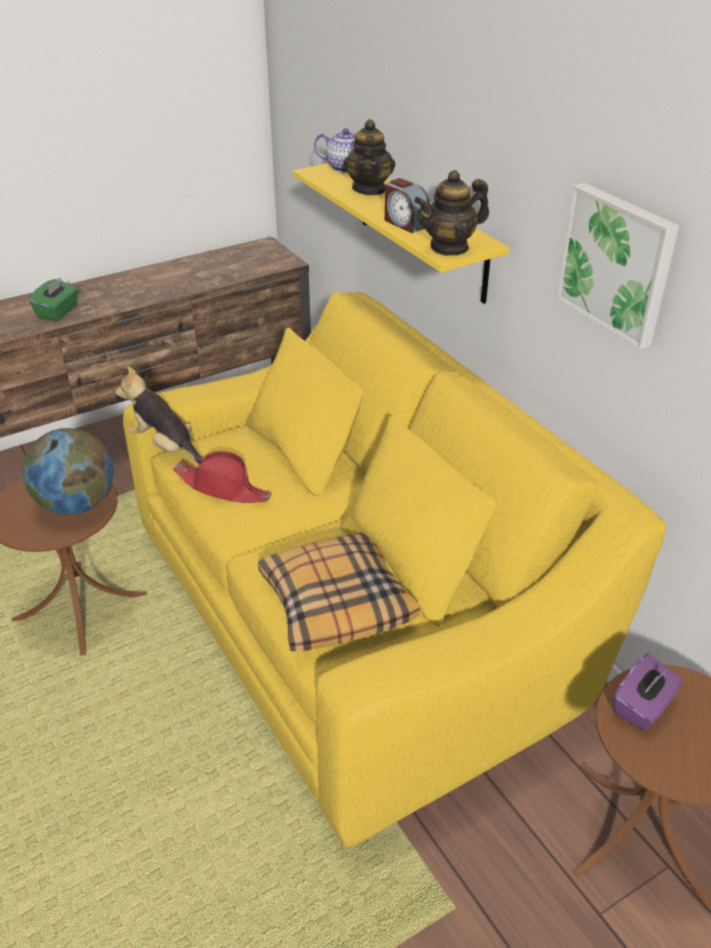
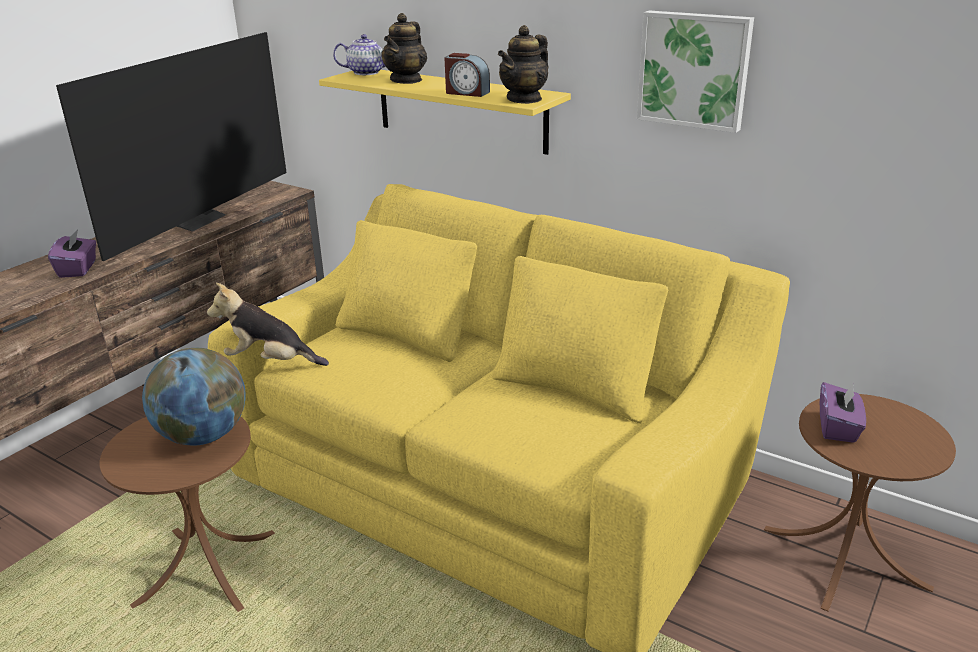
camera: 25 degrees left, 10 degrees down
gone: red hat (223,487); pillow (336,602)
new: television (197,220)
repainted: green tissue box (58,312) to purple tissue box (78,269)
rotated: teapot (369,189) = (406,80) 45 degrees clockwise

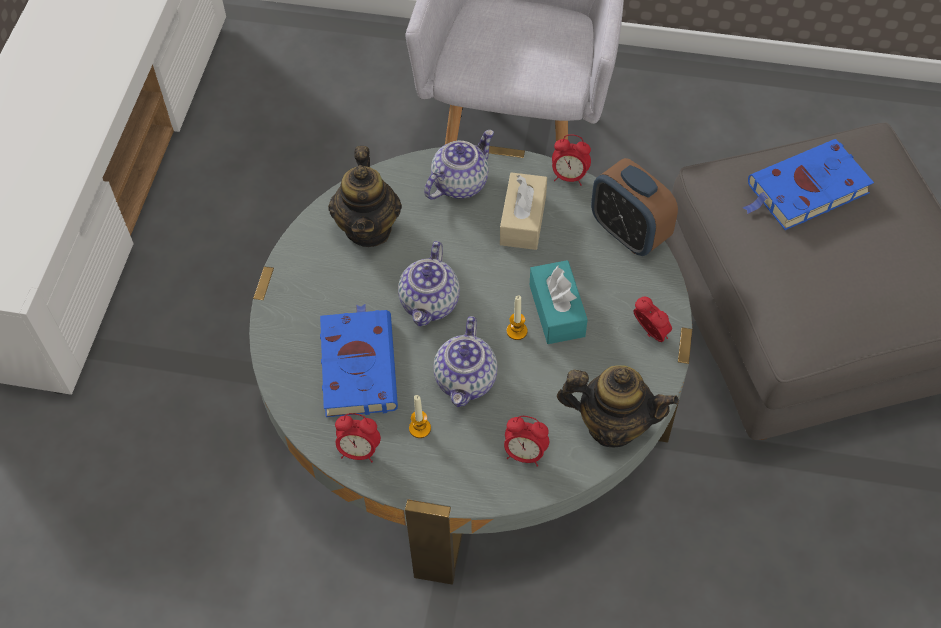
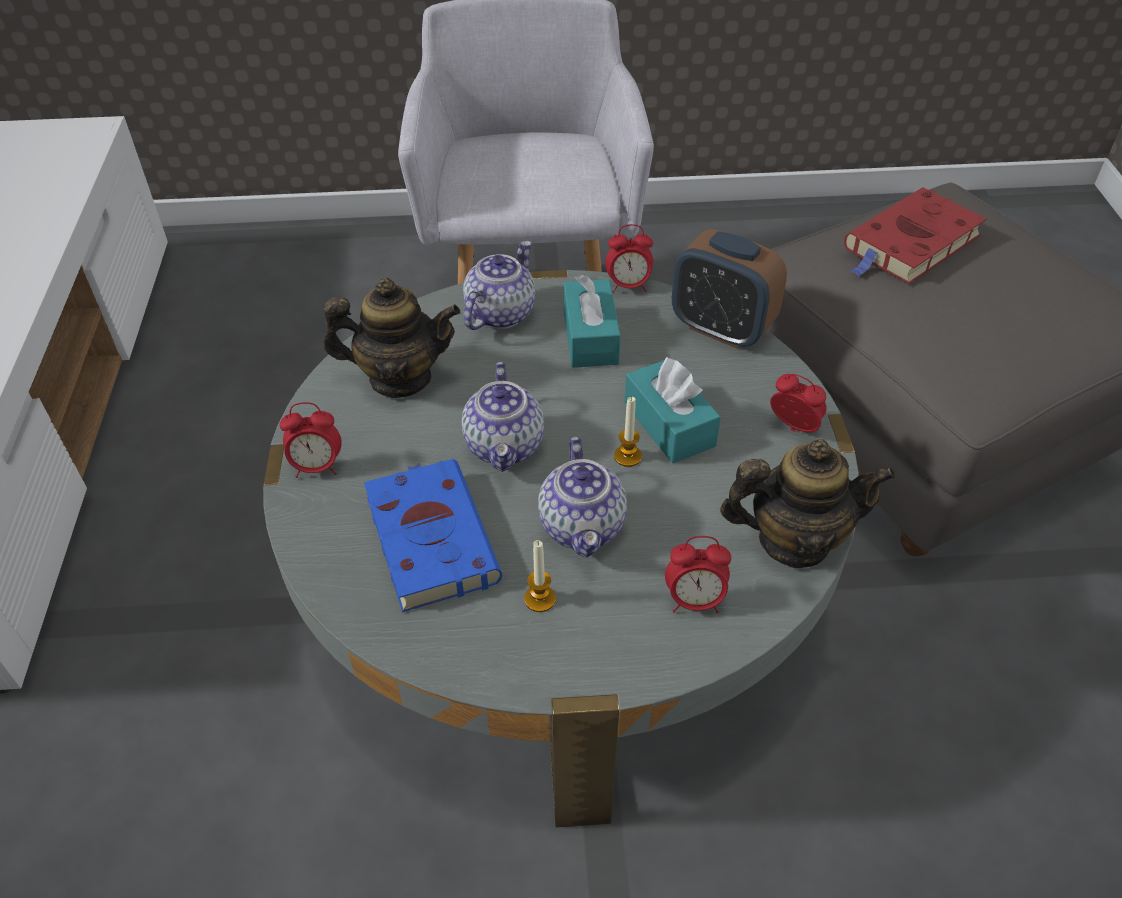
camera: 15 degrees left, 10 degrees down
shifted: alarm clock (359,451) to (317,467)
repainted: blue book (805,190) to red book (910,244); beige tissue box (523,220) to turquoise tissue box (590,337)
rotated: teapot (368,228) = (400,378) 75 degrees counterclockwise

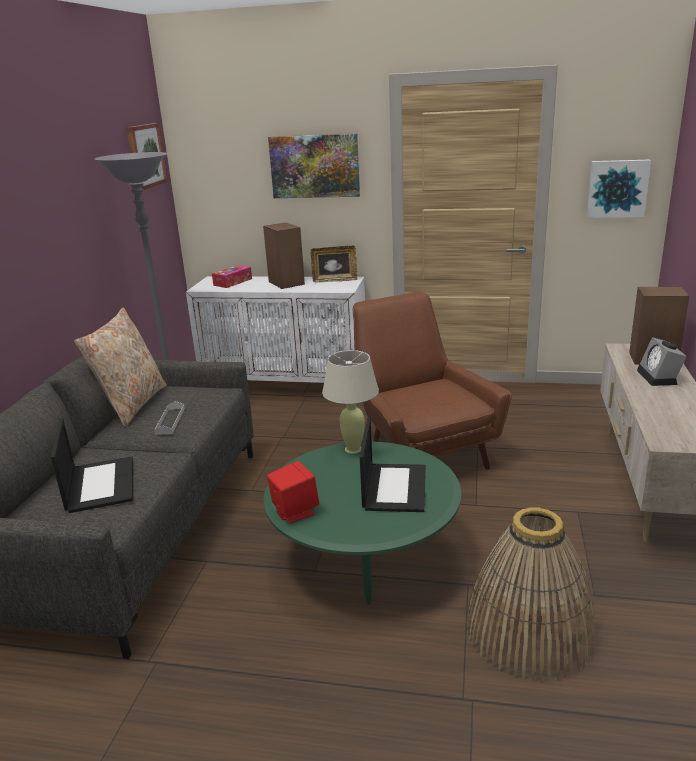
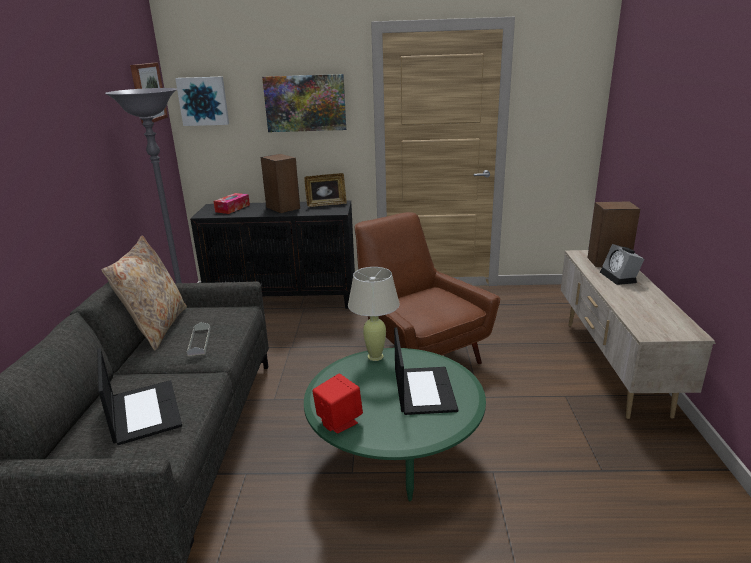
camera: 10 degrees left, 0 degrees up
gone: basket (529,631)
shifted: picture (617,188) to (203,101)
repainted: white cabinet (287,386) to black cabinet (284,300)

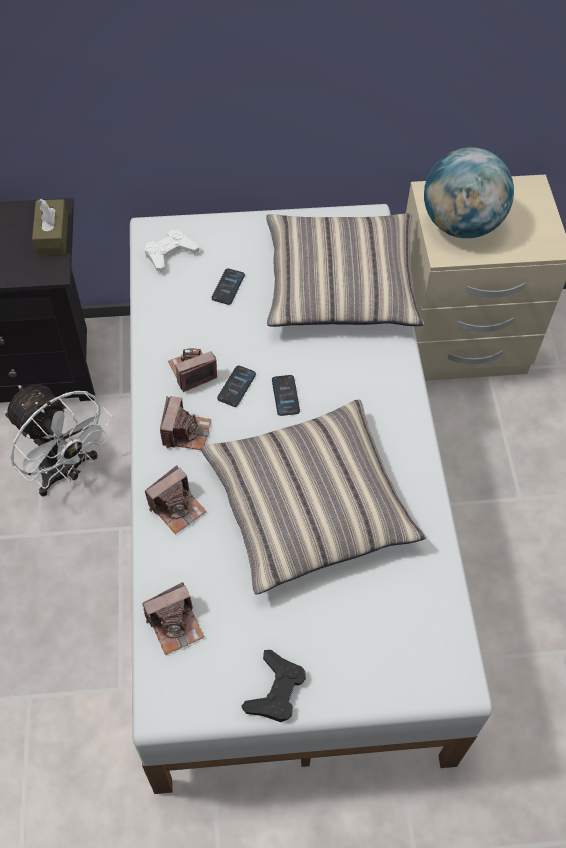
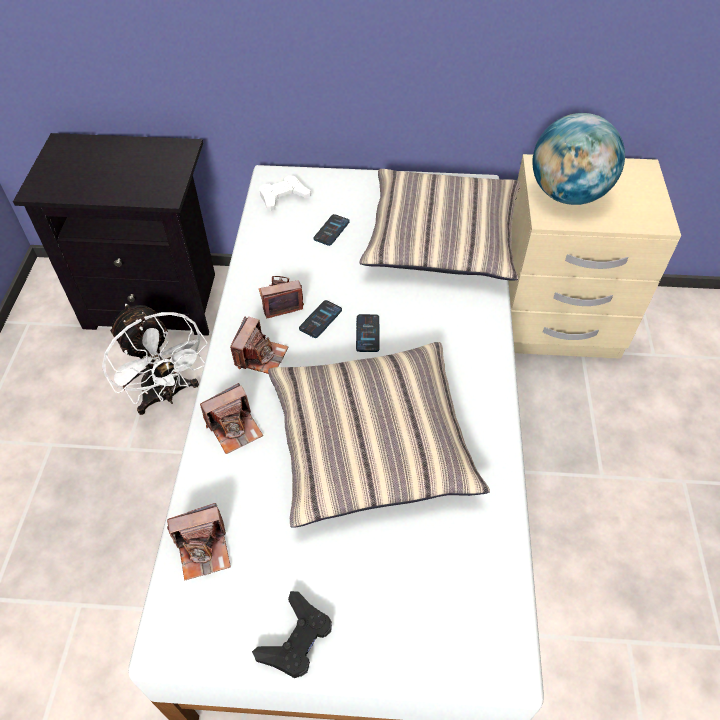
camera: 10 degrees right, 5 degrees down
gone: brown tissue box (52,235)

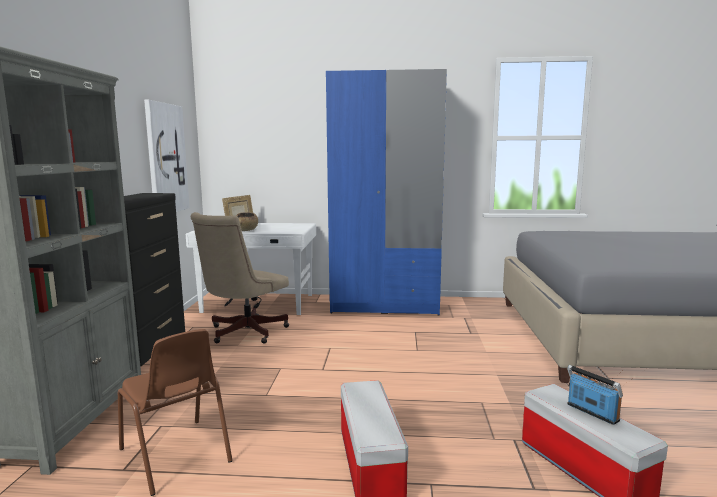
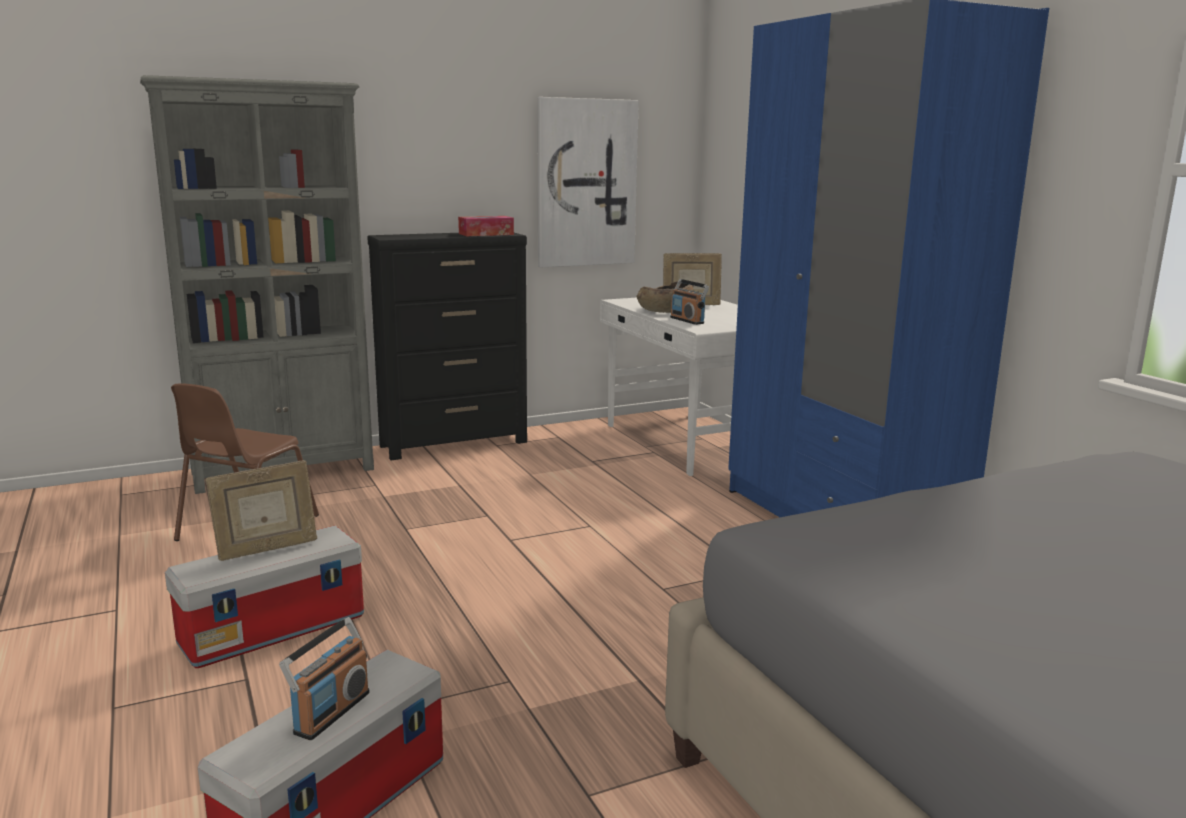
camera: 60 degrees right, 5 degrees up
gone: beige office chair (243,333)
new: tissue box (486,234); radio (687,320); picture frame (266,549)

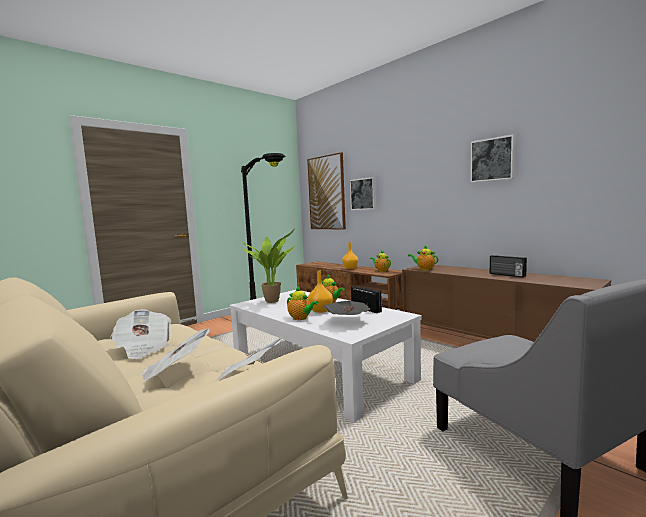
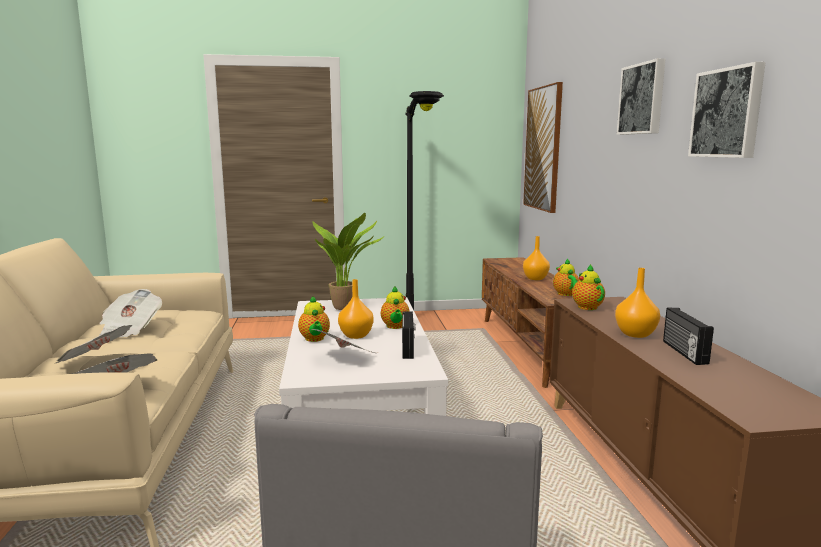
camera: 35 degrees right, 5 degrees up
new: orange vase (635,334)
shifted: picture (363,194) to (643,99)

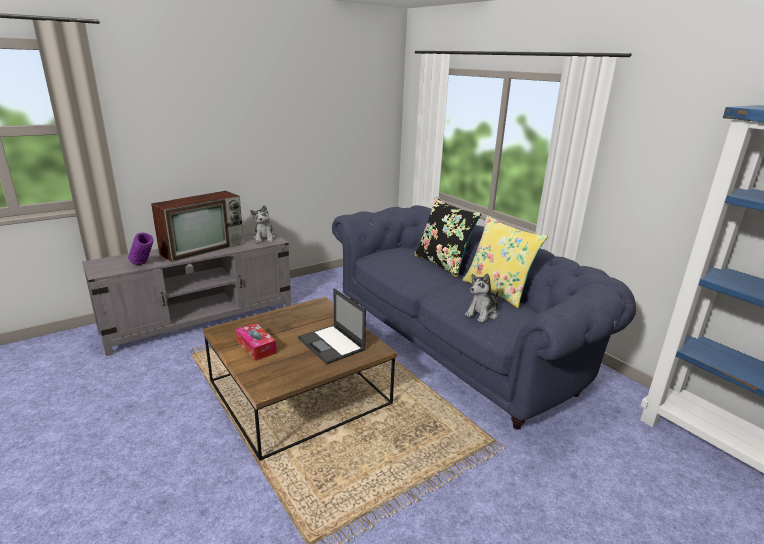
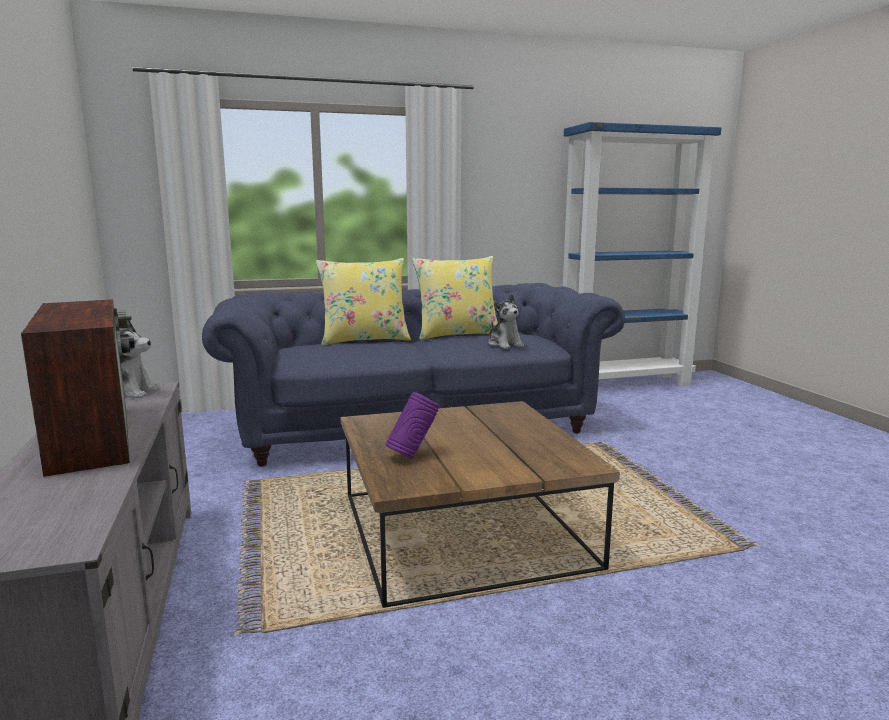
camera: 70 degrees left, 10 degrees down
gone: laptop (332,344); tissue box (256,347)
shifted: purple vase (143,265) to (412,456)
repainted: black pillow (443,264) to yellow pillow (364,340)

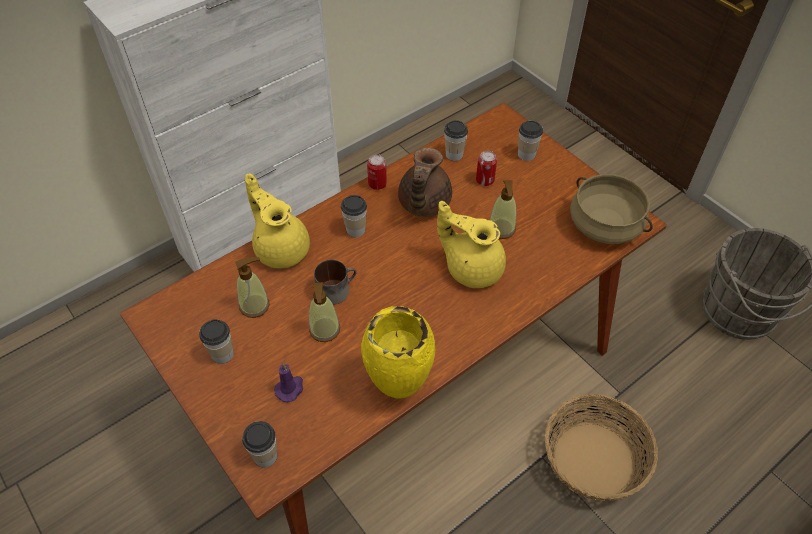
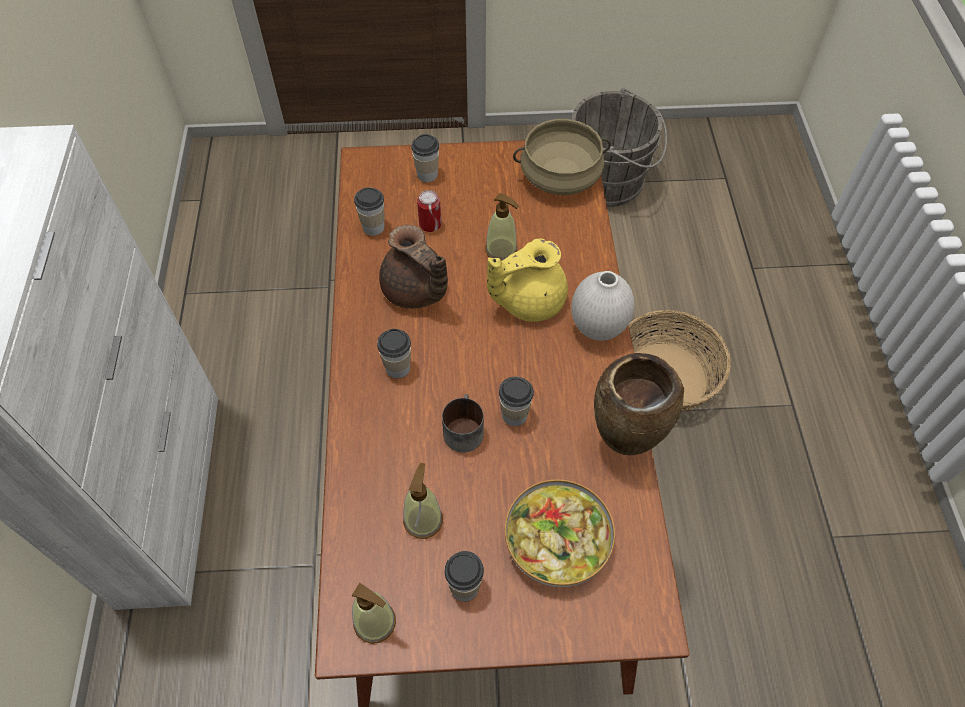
camera: 55 degrees left, 5 degrees up
gone: can (377,184); yellow teapot (281,248)
new: white vase (598,329)
shifted: soap dispenser (324,330) to (375,622); cup (265,456) to (514,415)
swapped: purple candle (290,388) to bowl (557,541)
repainted: yellow vase (397,389) to brown vase (623,445)

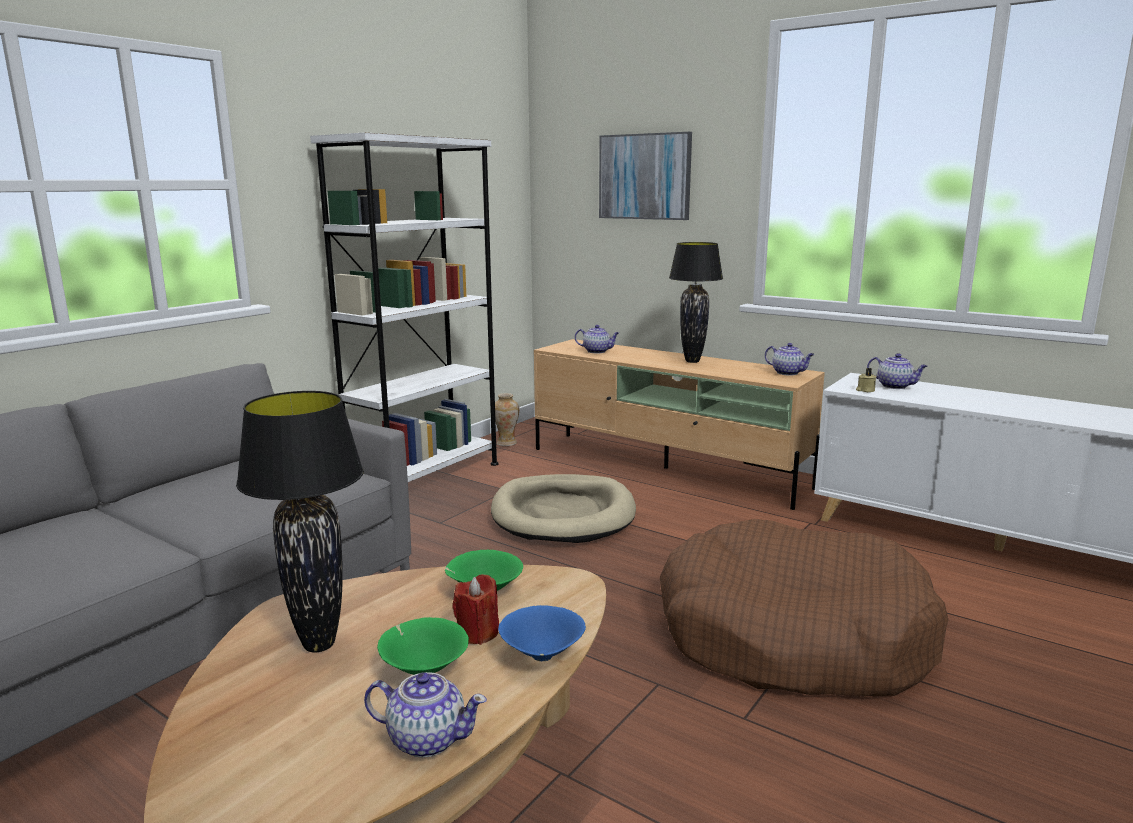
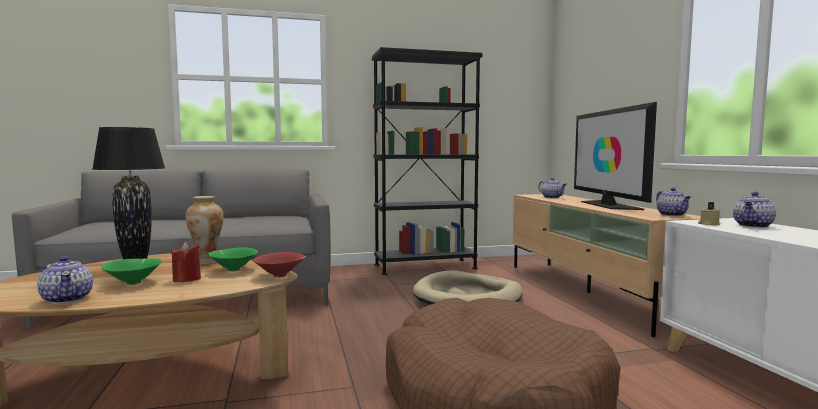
camera: 40 degrees right, 10 degrees down
gone: picture (645,176); blue bowl (542,657)
new: red bowl (281,276)
shifted: vase (506,443) to (206,262)
swapped: black table lamp (693,361) to television (608,205)
repainted: white bookcase (425,478) to black bookcase (425,267)
rotated: teapot (895,386) = (753,226) 60 degrees clockwise

